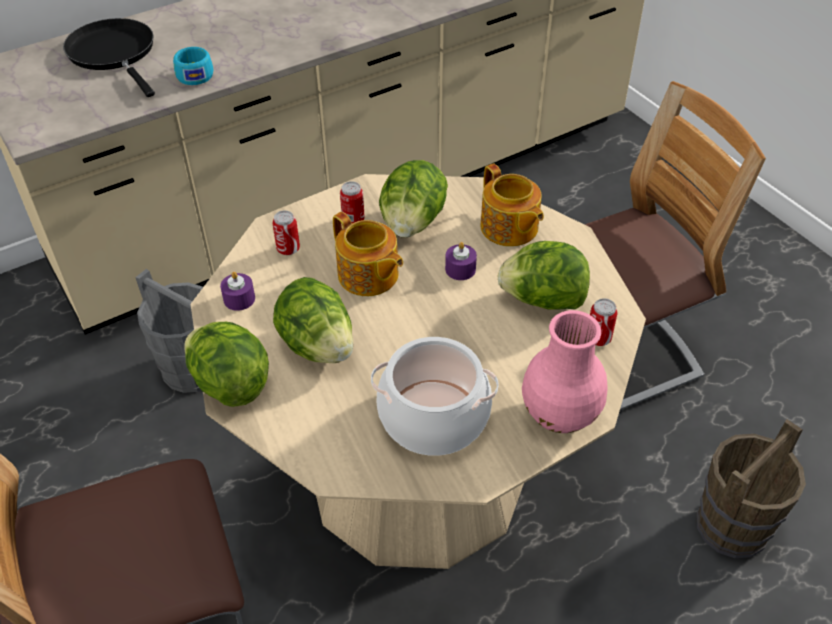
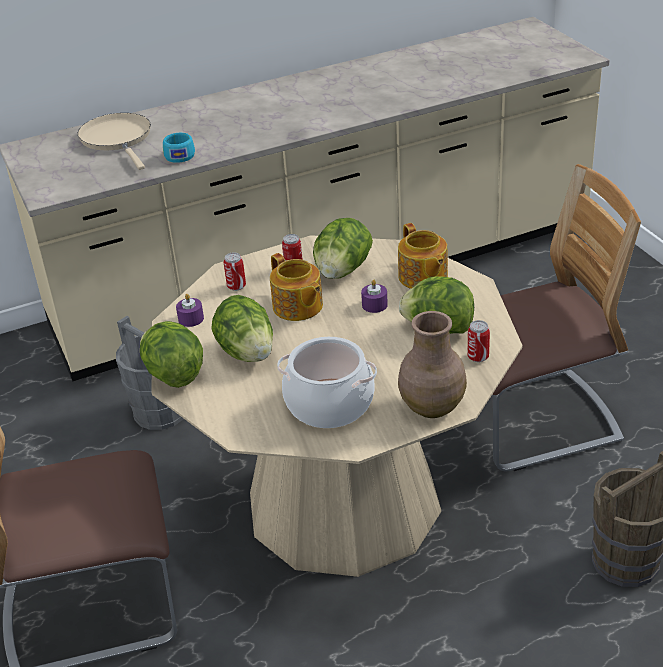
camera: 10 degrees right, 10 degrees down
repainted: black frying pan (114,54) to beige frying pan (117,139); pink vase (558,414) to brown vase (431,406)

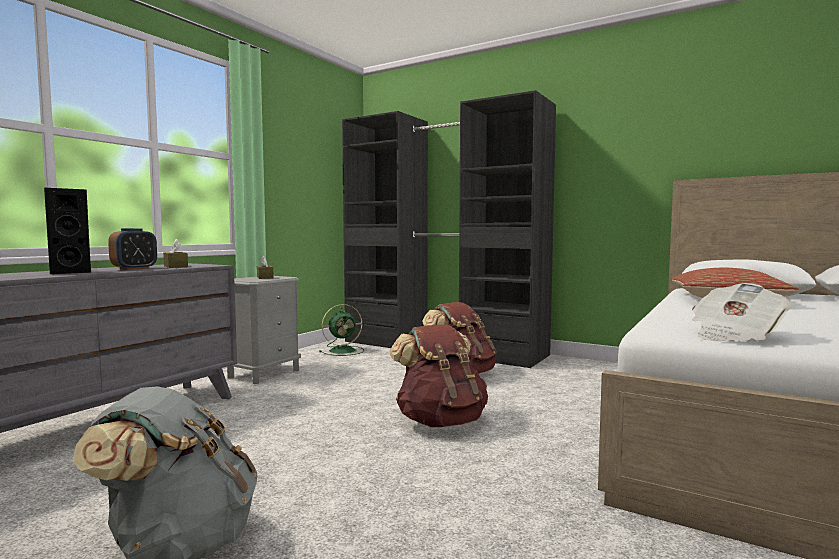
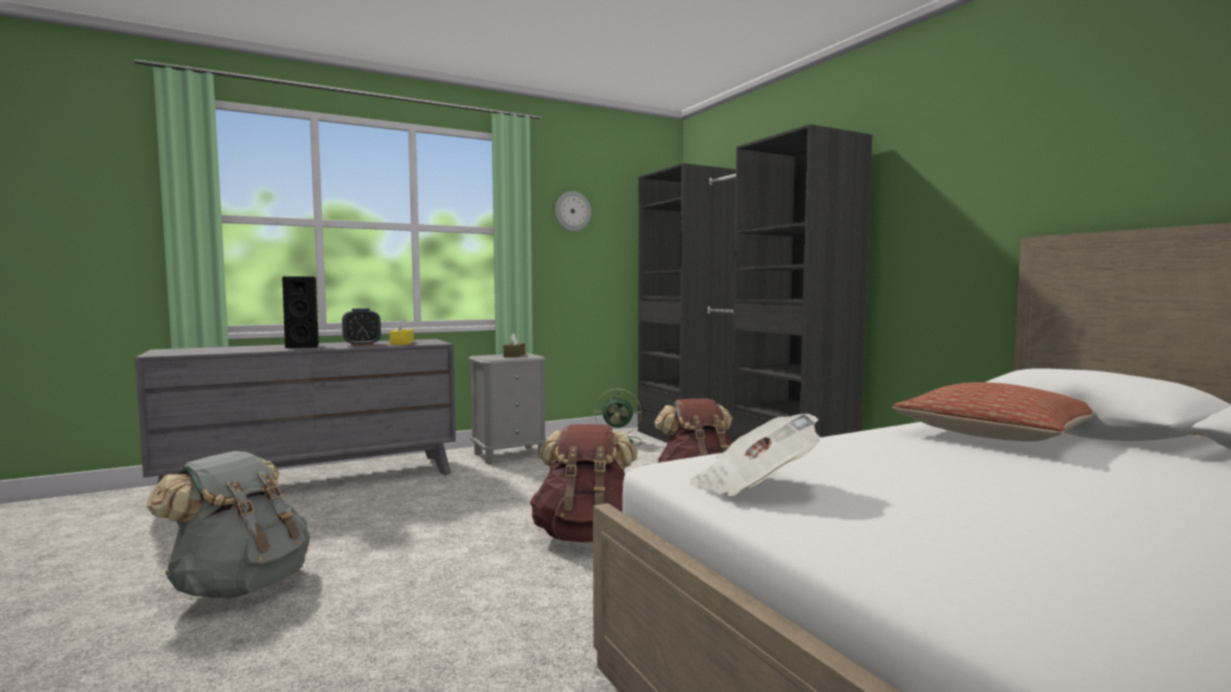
camera: 30 degrees right, 0 degrees up
new: wall clock (572,211)
repainted: brown tissue box (175,266) to yellow tissue box (402,343)

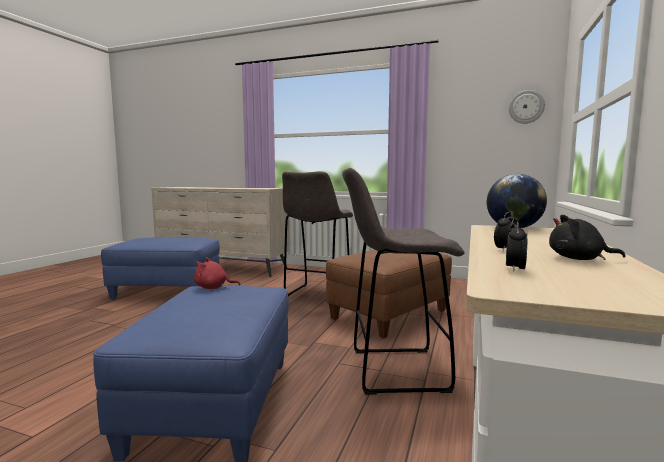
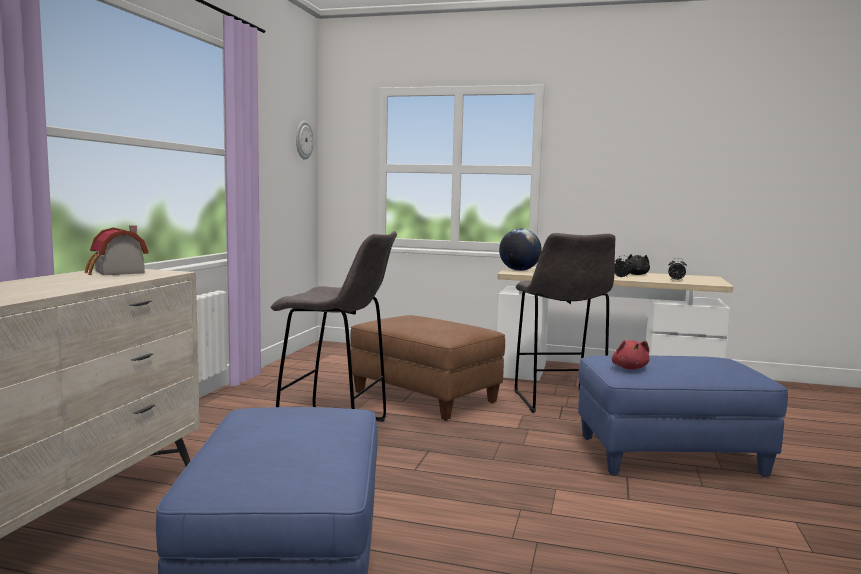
camera: 95 degrees left, 0 degrees up
new: toy house (116,272)

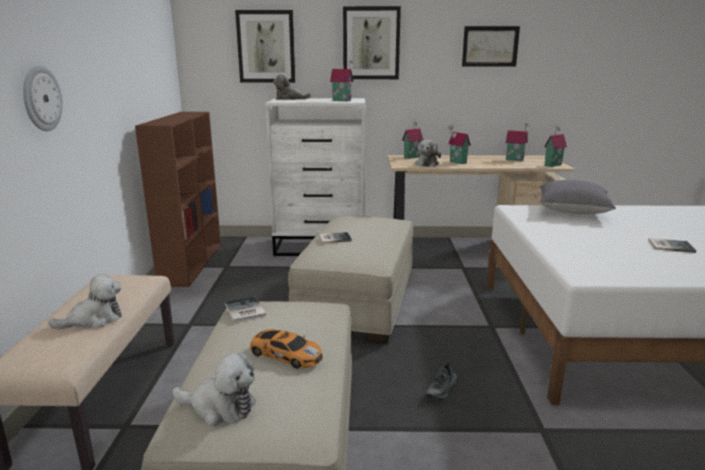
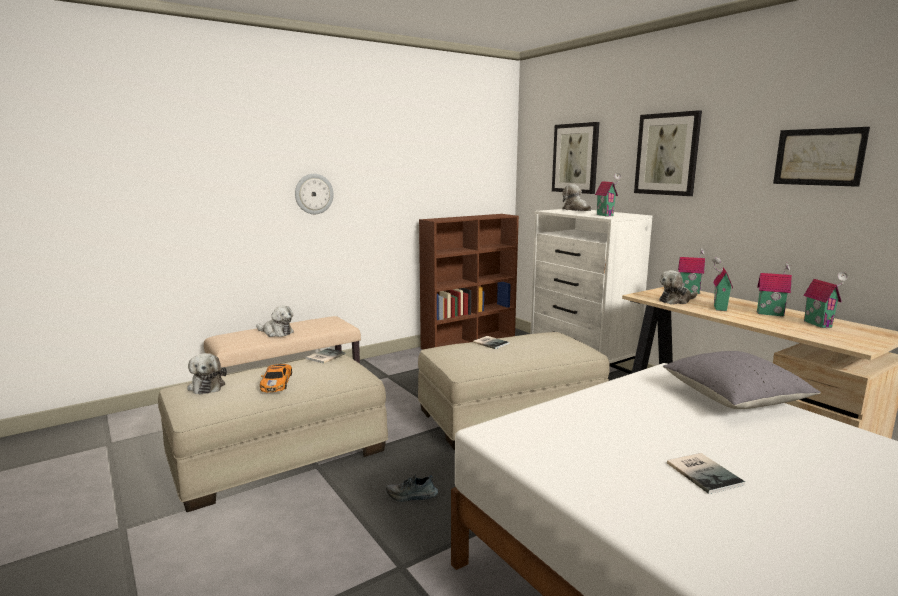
camera: 55 degrees right, 5 degrees down
shifted: toy house (552,165) to (770,313)

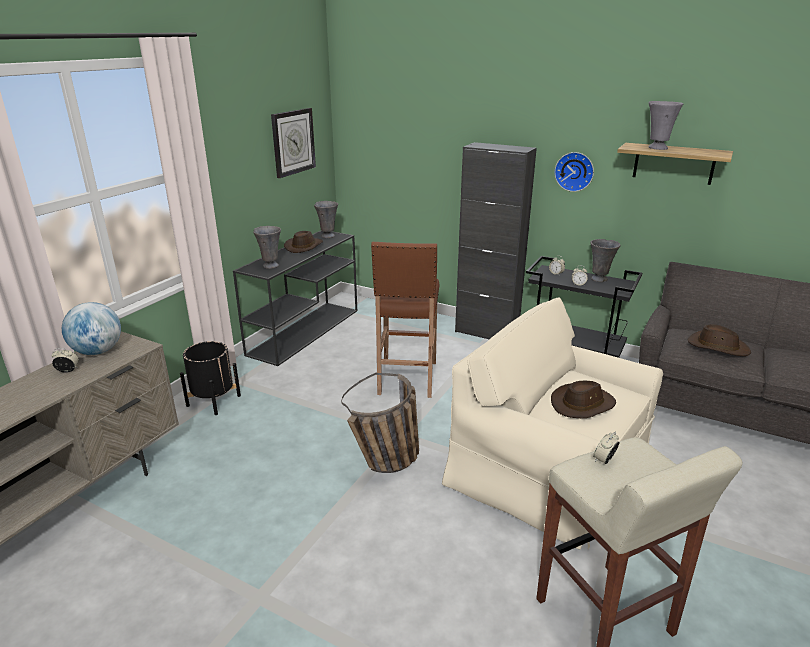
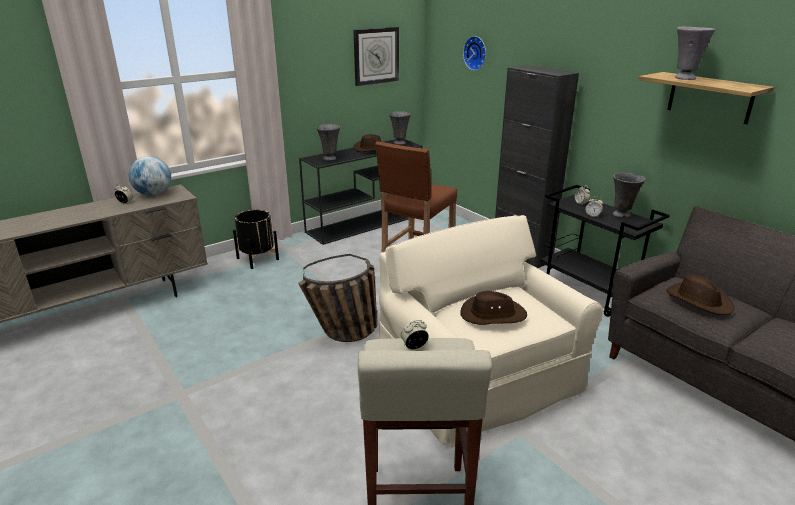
camera: 25 degrees right, 0 degrees up
shifted: wall clock (574,171) to (476,53)

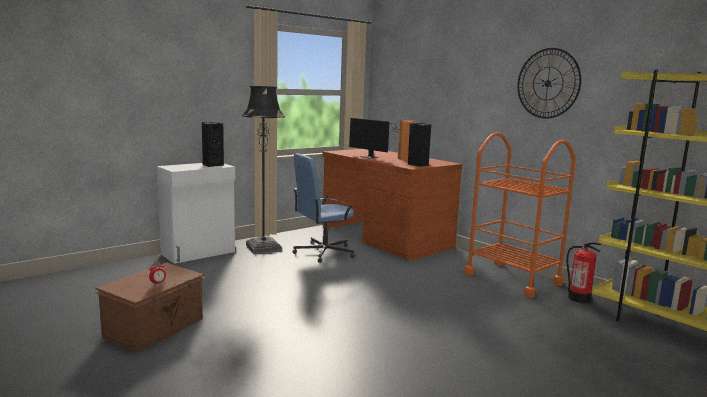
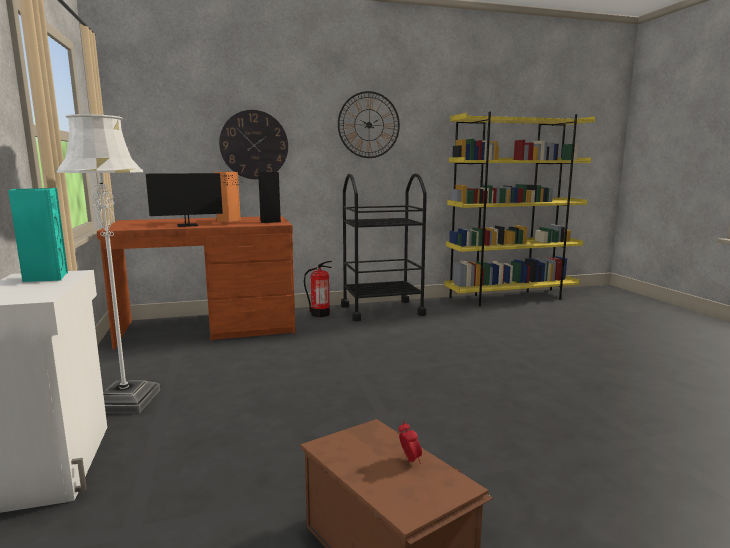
camera: 65 degrees left, 0 degrees up
gone: blue office chair (323,252)
new: wall clock (254,145)
shifted: fire extinguisher (579,298) to (320,314)
repainted: black floor lamp (263,247) to white floor lamp (126,401); black speaker (212,165) to turquoise speaker (45,278); orange cart (512,279) to black cart (382,310)

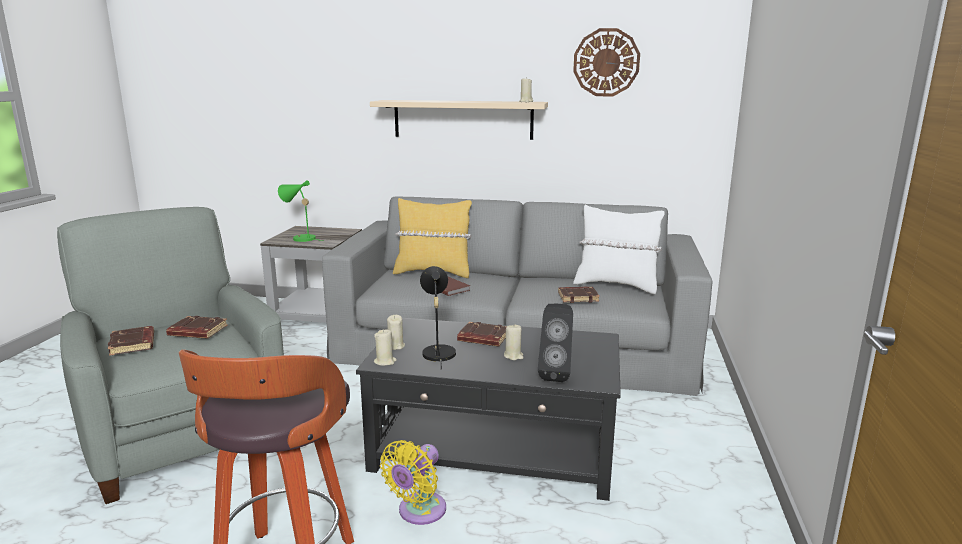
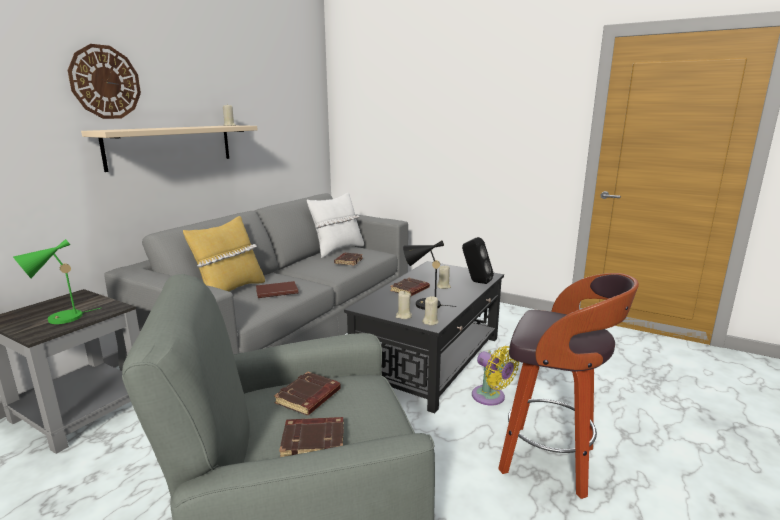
camera: 70 degrees left, 0 degrees up
shifted: wall clock (606,62) to (105,82)

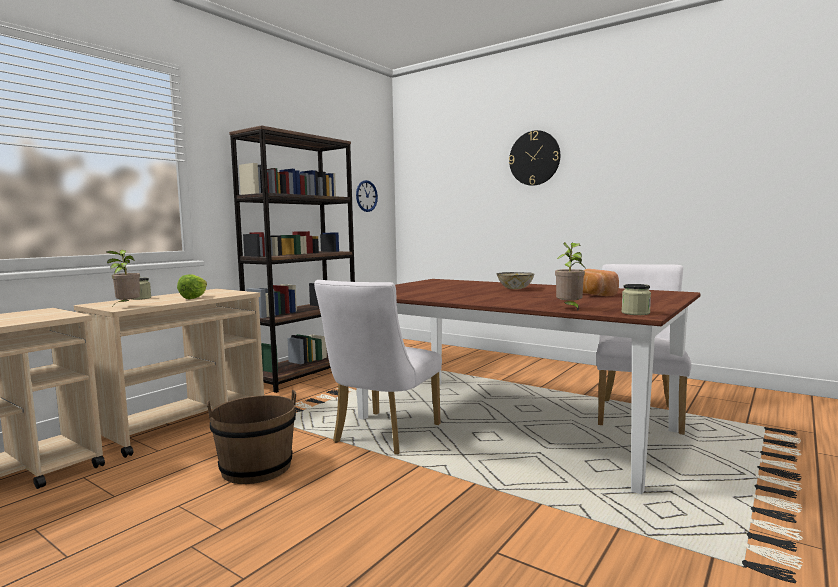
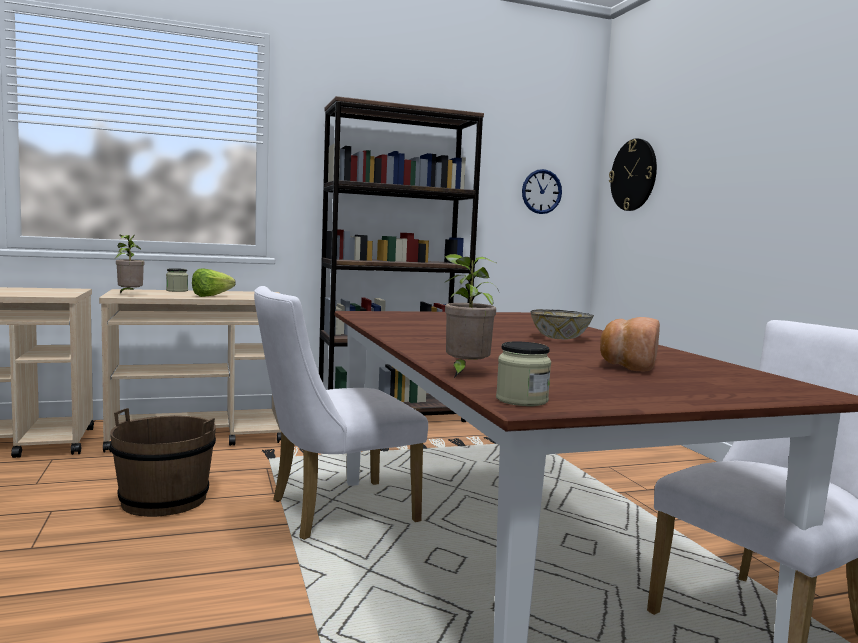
camera: 35 degrees right, 0 degrees up
shifted: wall clock (534,158) to (633,175)

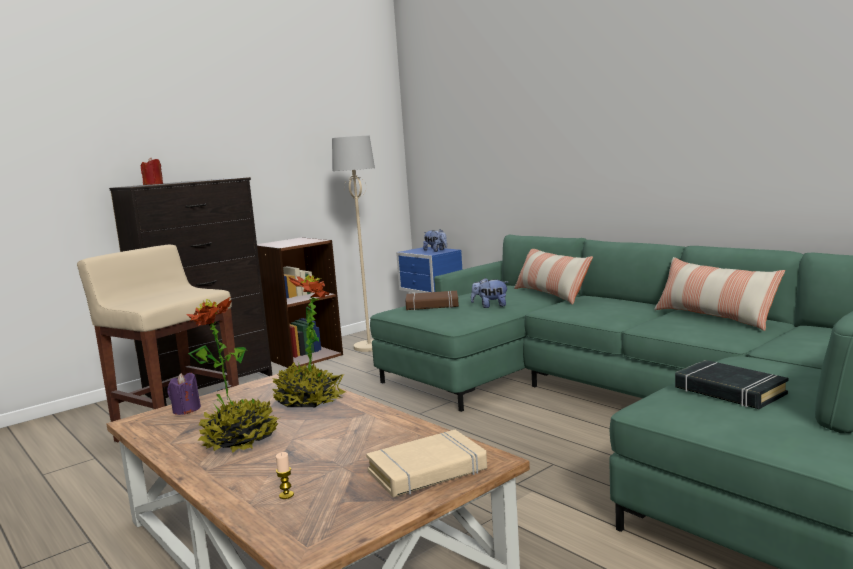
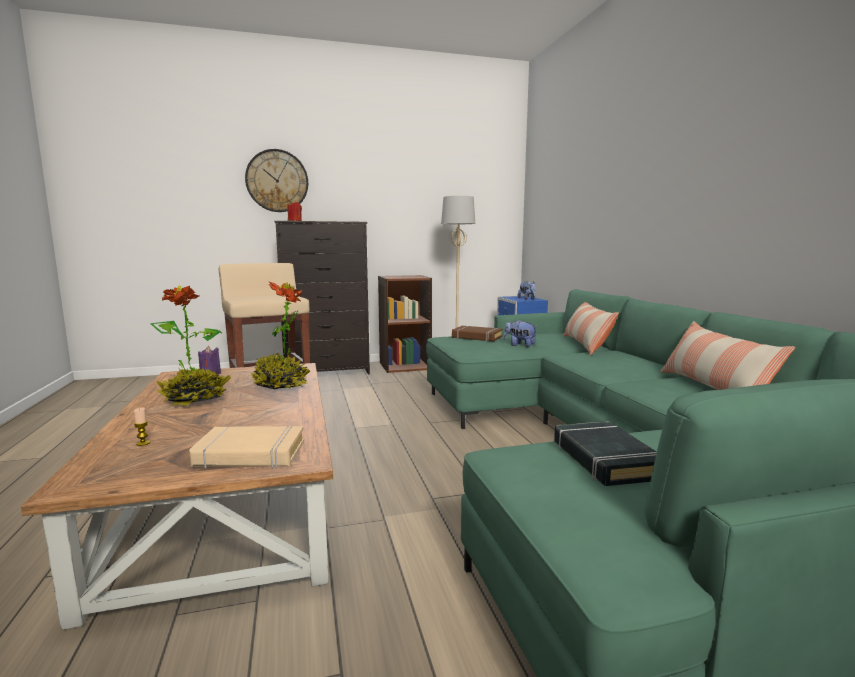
camera: 25 degrees right, 0 degrees up
new: wall clock (277,181)

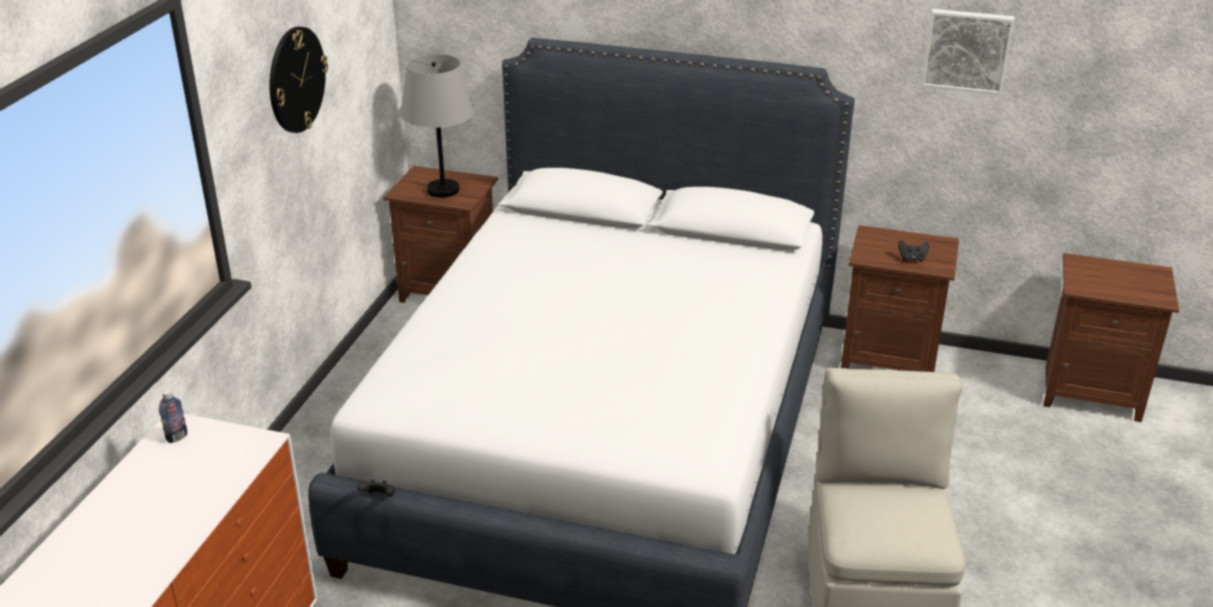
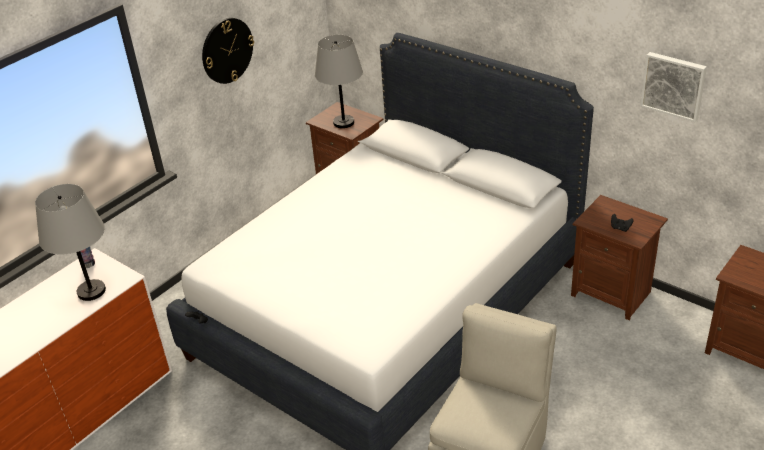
camera: 25 degrees right, 5 degrees up
new: grey table lamp (92,291)

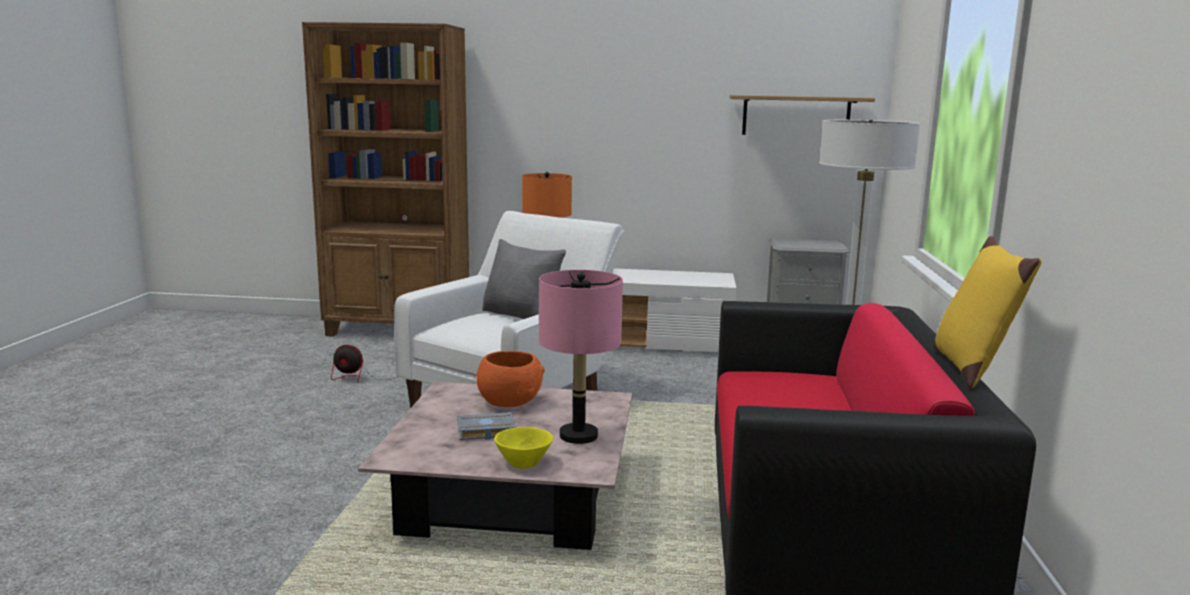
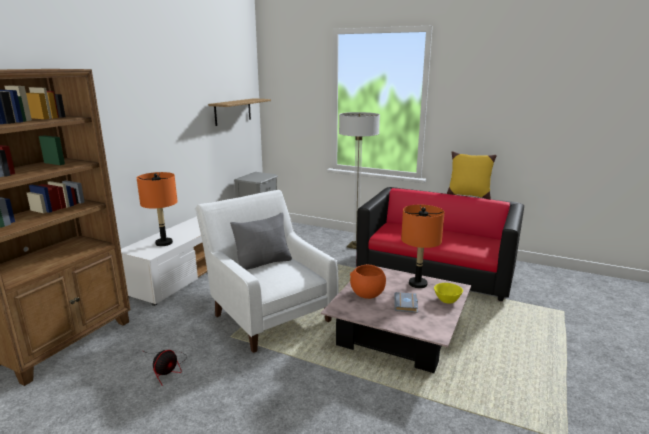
camera: 70 degrees left, 5 degrees up
repainted: pink table lamp (578,436) to orange table lamp (418,284)

